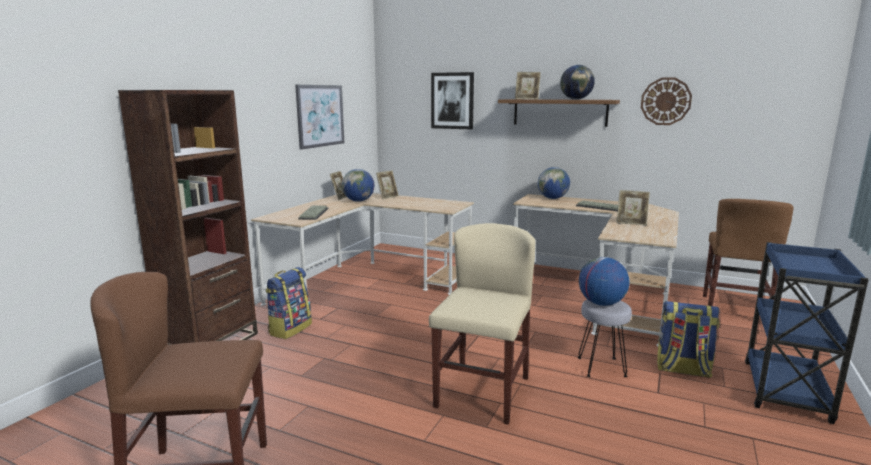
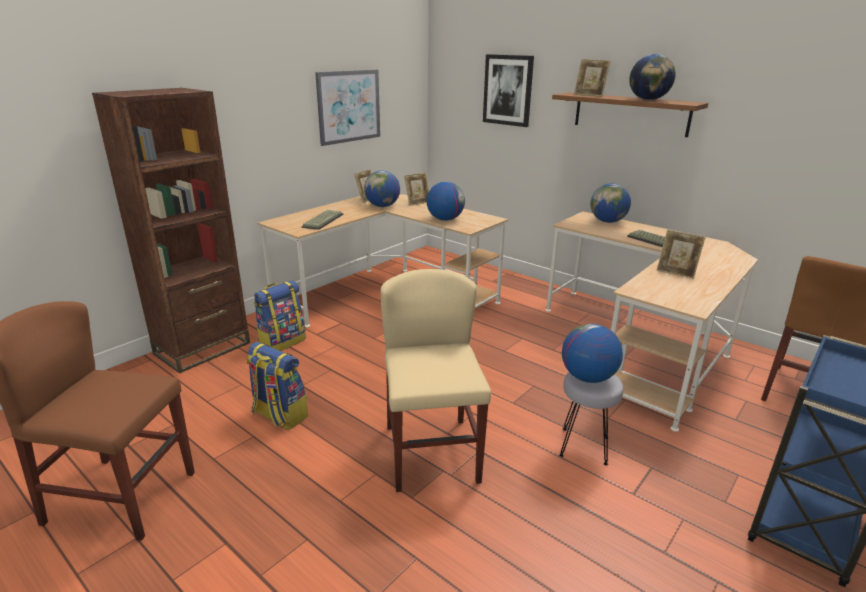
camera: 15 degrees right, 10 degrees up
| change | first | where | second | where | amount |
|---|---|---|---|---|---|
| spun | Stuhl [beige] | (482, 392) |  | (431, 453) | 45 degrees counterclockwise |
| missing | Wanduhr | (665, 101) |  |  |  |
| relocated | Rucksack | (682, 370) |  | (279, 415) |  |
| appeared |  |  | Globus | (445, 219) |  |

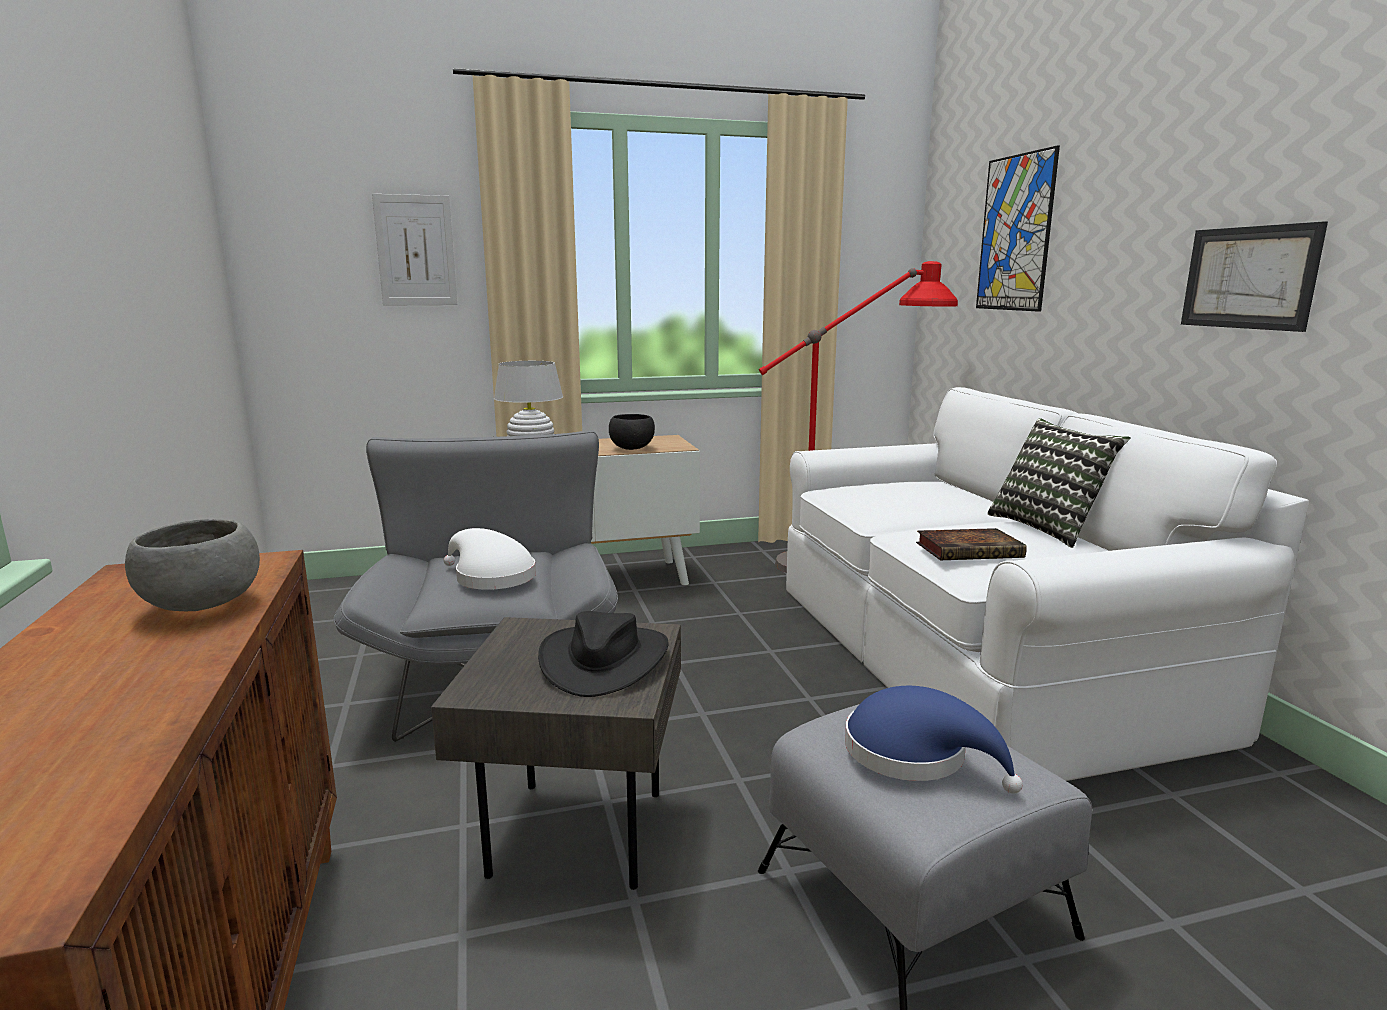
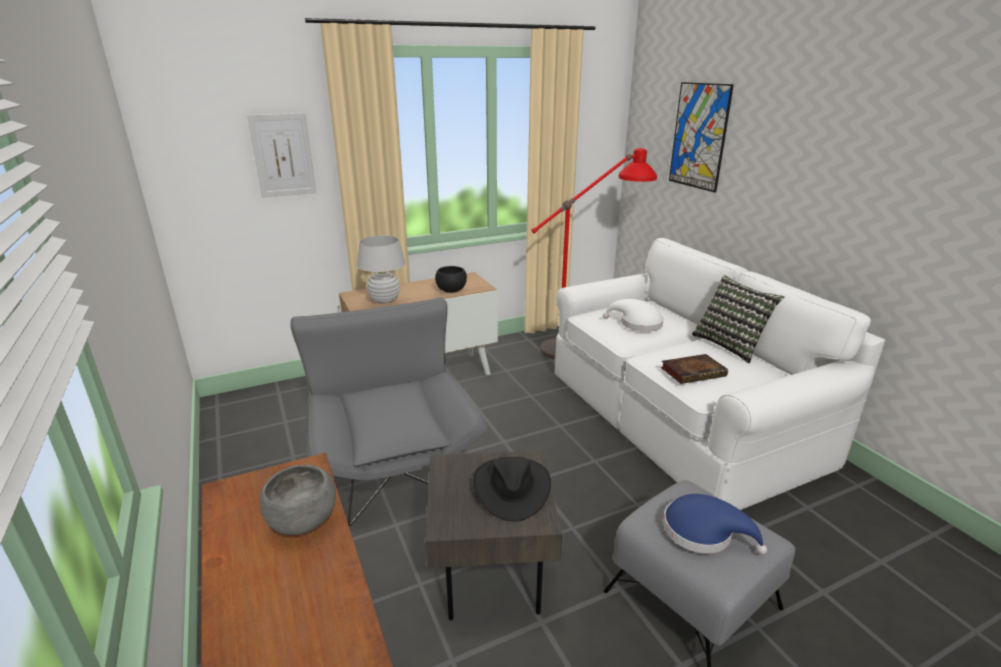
camera: 10 degrees left, 10 degrees up
| change | first | where | second | where | amount |
|---|---|---|---|---|---|
| relocated | Hut [weiß] | (490, 577) |  | (637, 324) |  |
| missing | Bild | (1249, 277) |  |  |  |

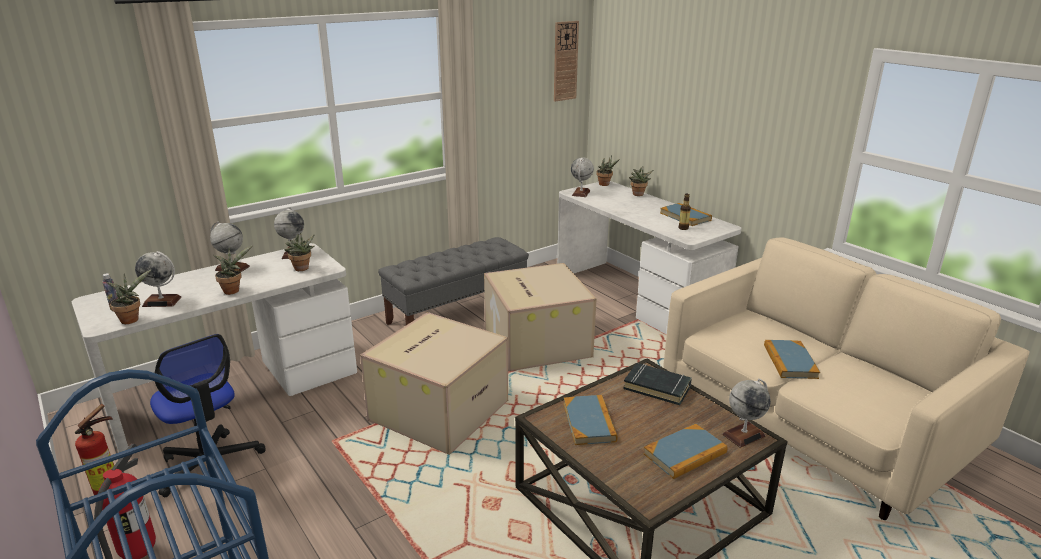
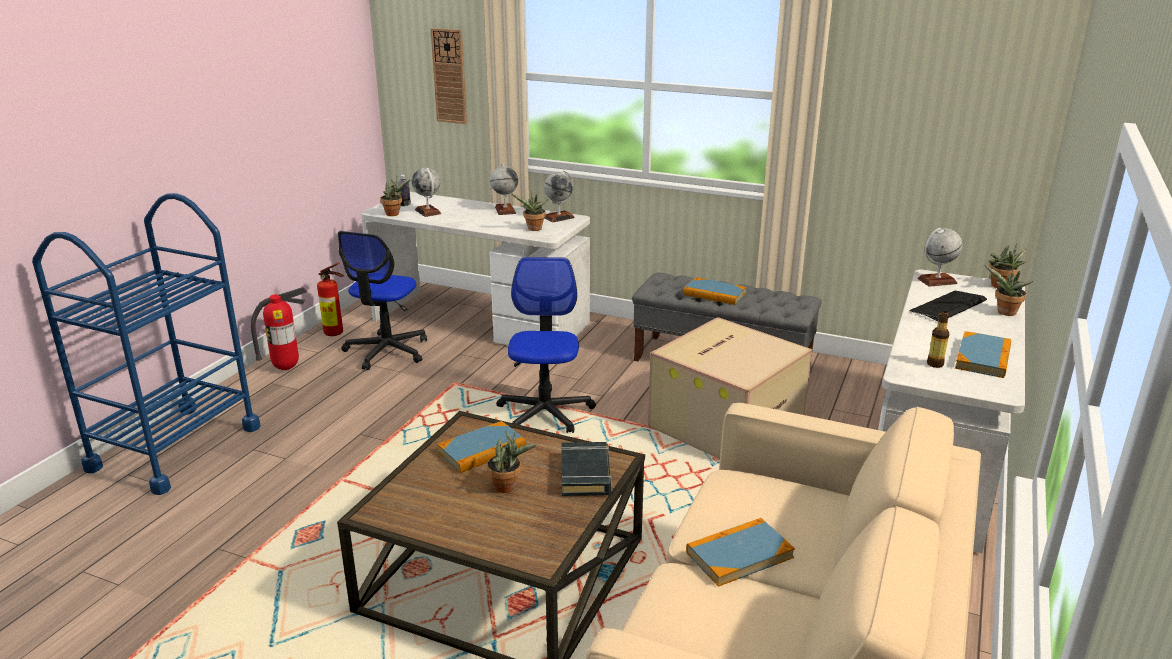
camera: 60 degrees right, 0 degrees up
| change | first | where | second | where | amount |
|---|---|---|---|---|---|
| relocated | Topfpflanze | (233, 290) |  | (508, 487) |  |
| exchanged | Karton | (439, 409) | Bürostuhl | (545, 413) |  |
| relocated | Wanduhr | (565, 61) |  | (449, 76) |  |
| relocated | Buch | (685, 454) |  | (714, 294) |  |
| missing | Globus | (743, 435) |  |  |  |
| appeared |  |  | Tastatur | (948, 307) |  |

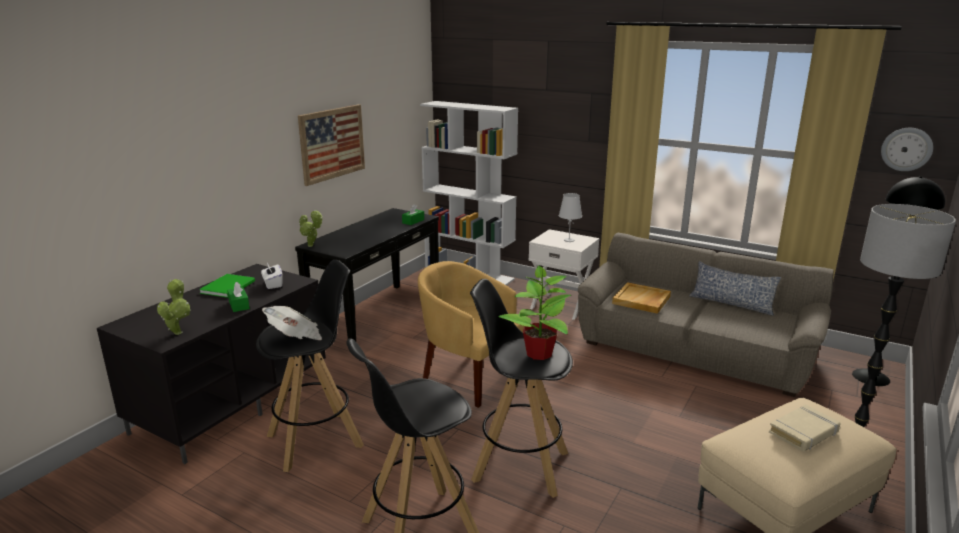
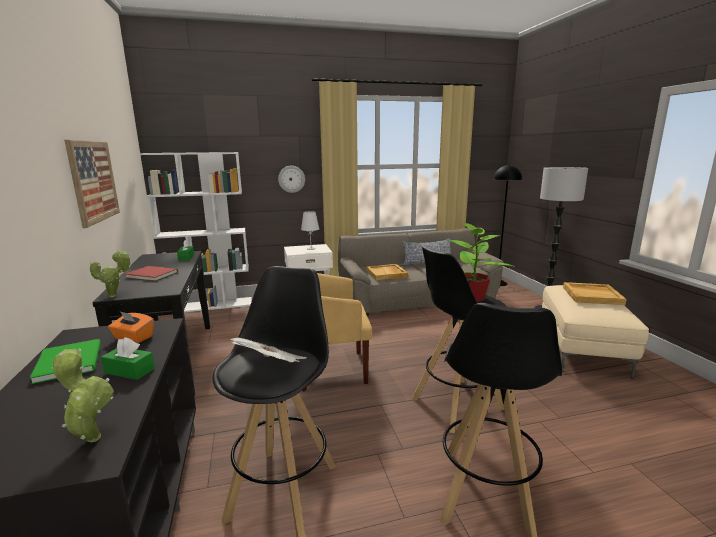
camera: 45 degrees left, 5 degrees down
| change | first | where | second | where | amount |
|---|---|---|---|---|---|
| colour | Taschentuchbox [weiß] | (273, 284) | Taschentuchbox [orange] | (133, 338) |  |
| exchanged | Buch [beige] | (804, 432) | Tablett [beige] | (592, 295) |  |
| relocated | Wanduhr | (906, 149) |  | (291, 179) |  |
| appeared |  |  | Buch [rot] | (152, 274) |  |

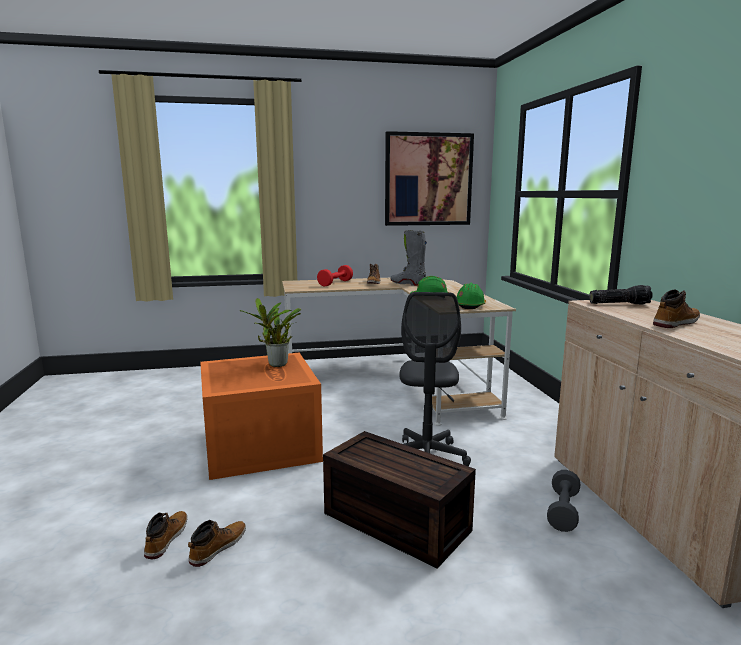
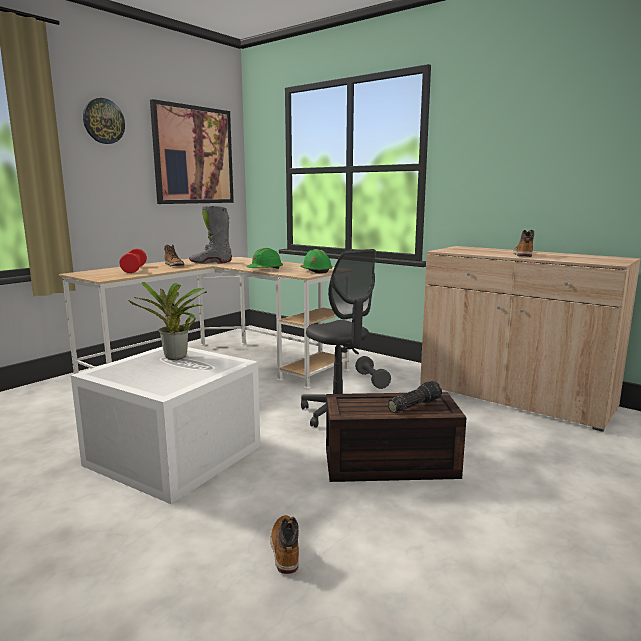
camera: 40 degrees left, 0 degrees up
| change | first | where | second | where | amount |
|---|---|---|---|---|---|
| missing | Stiefel | (166, 539) |  |  |  |
| colour | Aufbewahrungsbox [orange] | (259, 445) | Aufbewahrungsbox [weiß] | (171, 456) |  |
| relocated | Hantel [grau] | (563, 511) |  | (372, 380) |  |
| relocated | Taschenlampe | (619, 304) |  | (413, 405) |  |
| appeared |  |  | Wanduhr | (103, 121) |  |

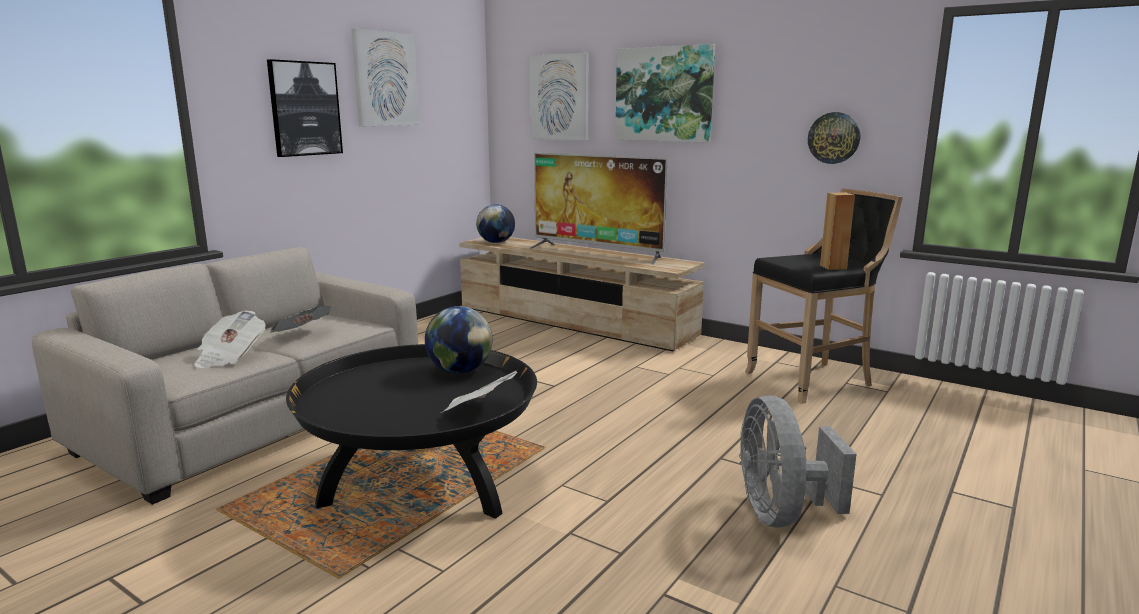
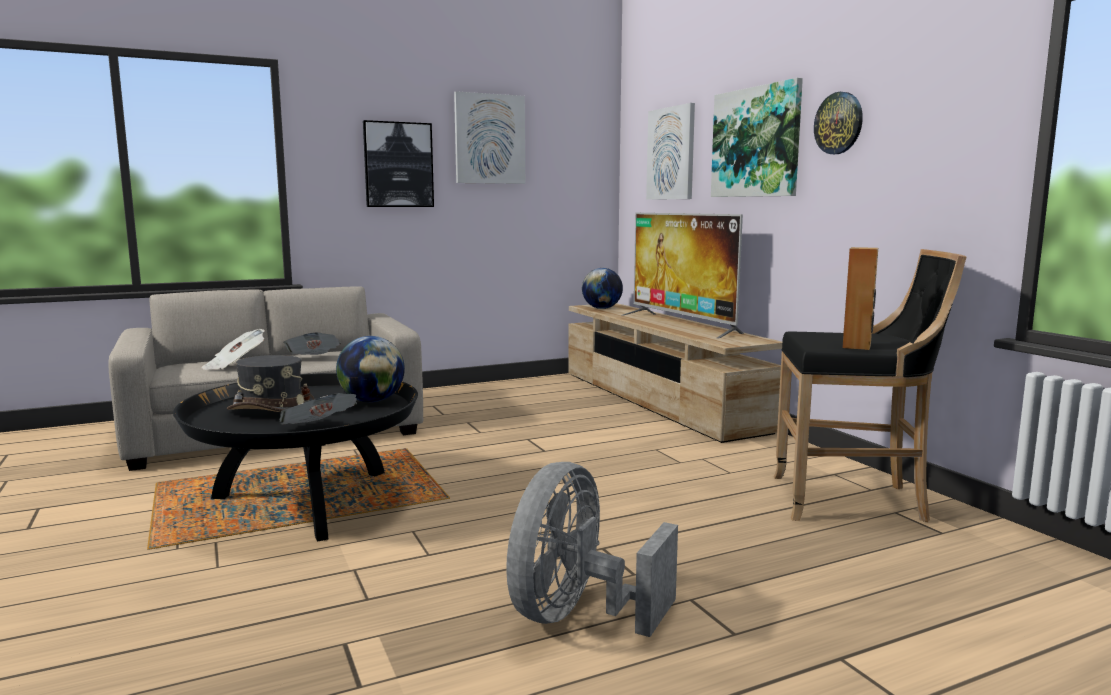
camera: 30 degrees right, 5 degrees down
| change | first | where | second | where | amount |
|---|---|---|---|---|---|
| relocated | Wanduhr | (834, 138) |  | (839, 123) |  |
| appeared |  |  | Hut [grau] | (272, 410) |  |

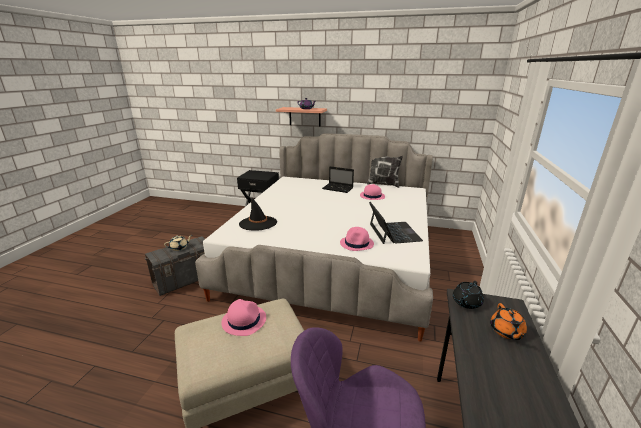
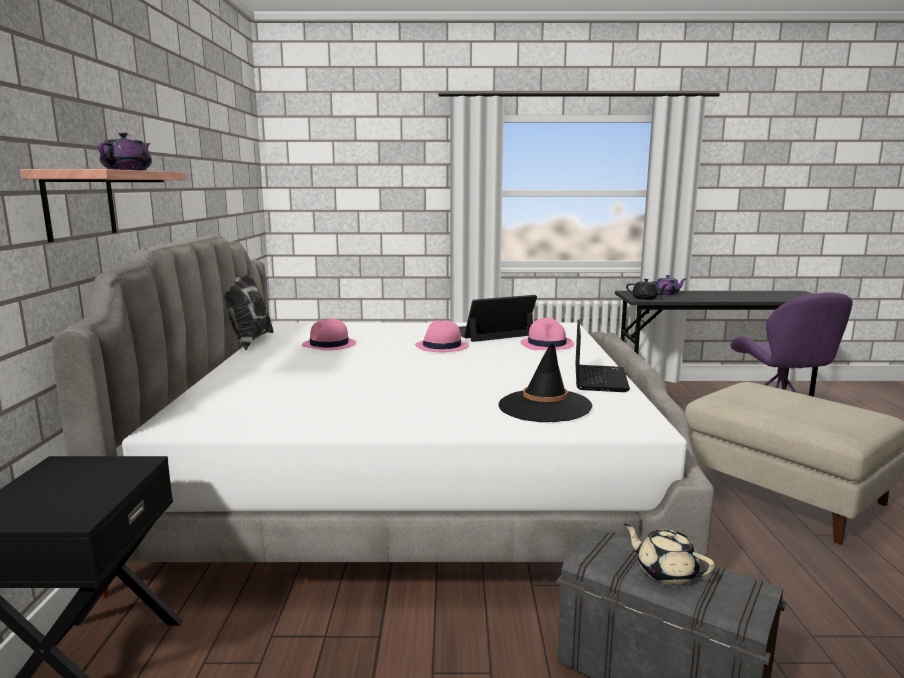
camera: 105 degrees left, 10 degrees down
| change | first | where | second | where | amount |
|---|---|---|---|---|---|
| relocated | Hut [rosa] | (244, 320) |  | (441, 347) |  |
| relocated | Laptop | (338, 188) |  | (599, 379) |  |
| colour | Teekanne [orange] | (506, 332) | Teekanne [lila] | (667, 294) |  |

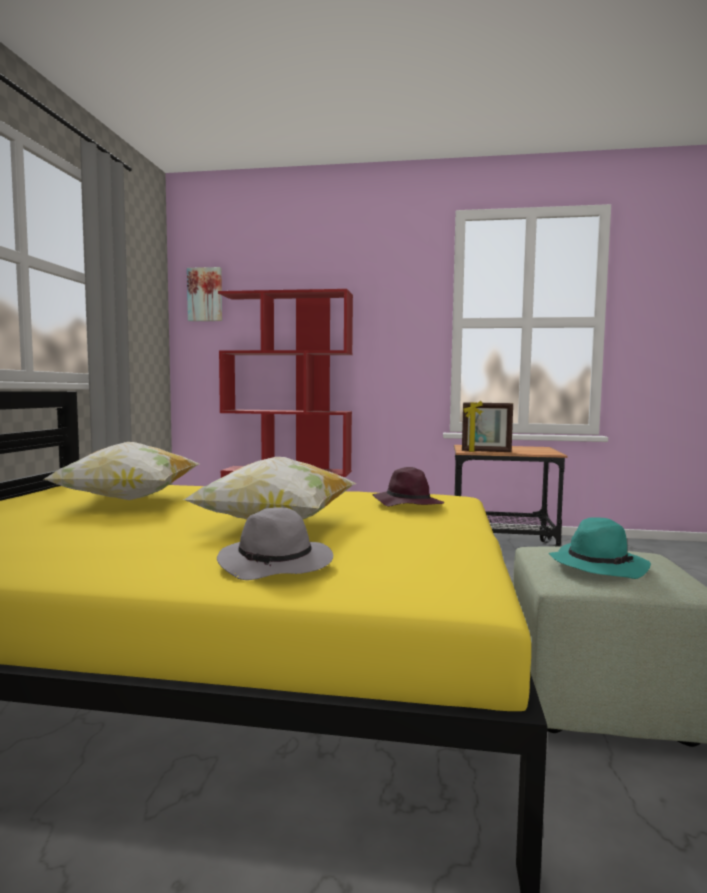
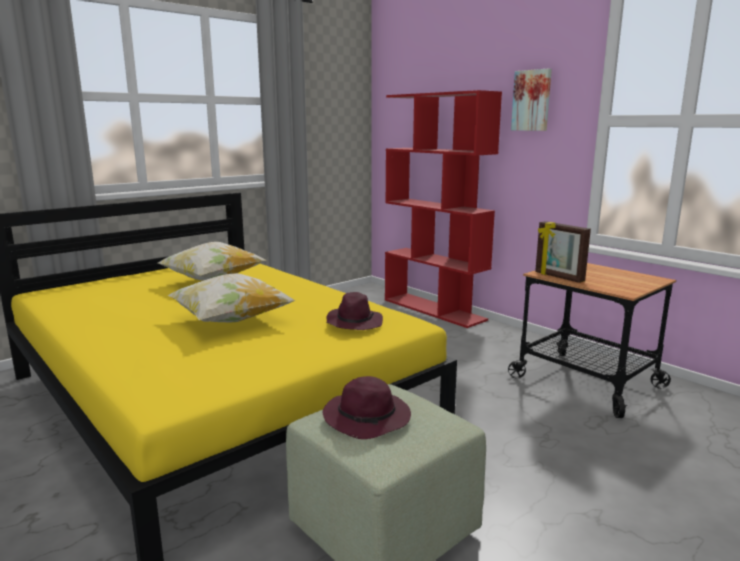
camera: 40 degrees right, 10 degrees up
| change | first | where | second | where | amount |
|---|---|---|---|---|---|
| relocated | Bild | (205, 294) |  | (532, 100) |  |
| missing | Hut [grau] | (276, 565) |  |  |  |
| colour | Hut [türkis] | (597, 565) | Hut [lila] | (368, 418) |  |

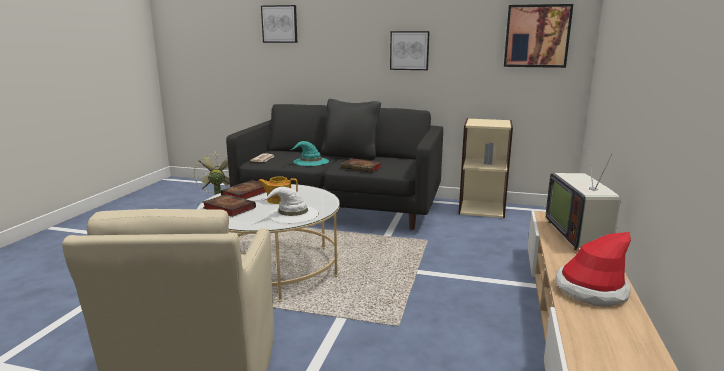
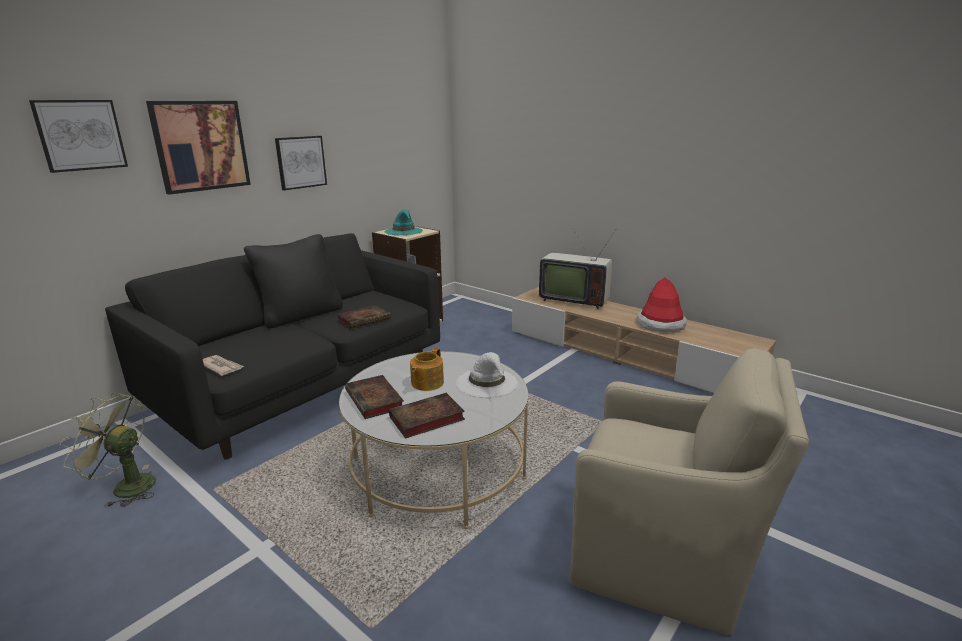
camera: 65 degrees left, 5 degrees up
| change | first | where | second | where | amount |
|---|---|---|---|---|---|
| relocated | Hut [türkis] | (310, 161) |  | (404, 231) |  |
| relocated | Bild | (537, 36) |  | (201, 146) |  |

